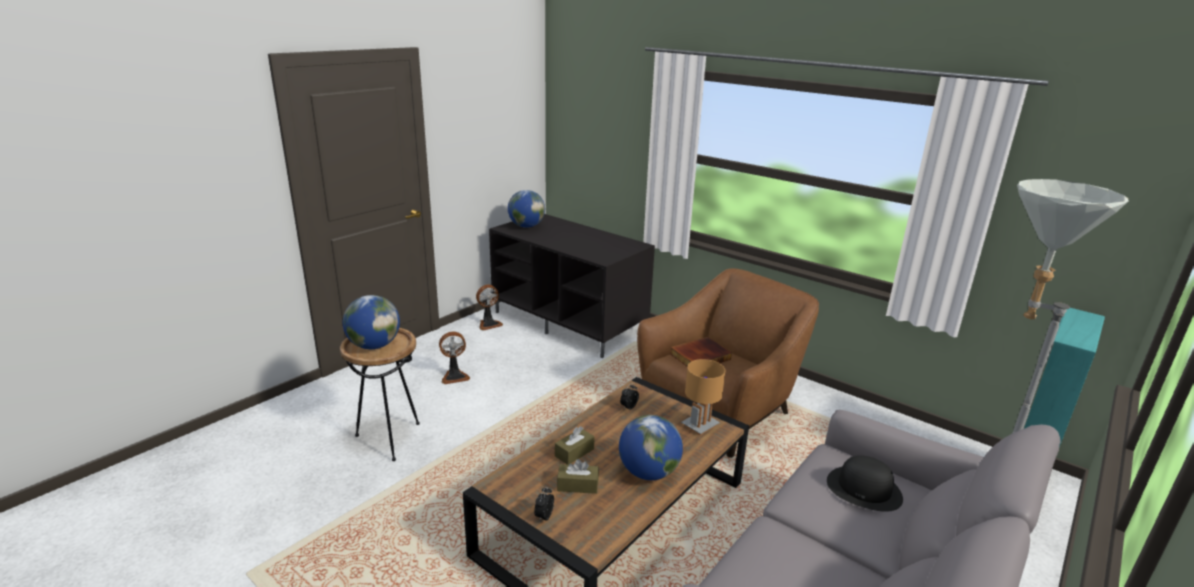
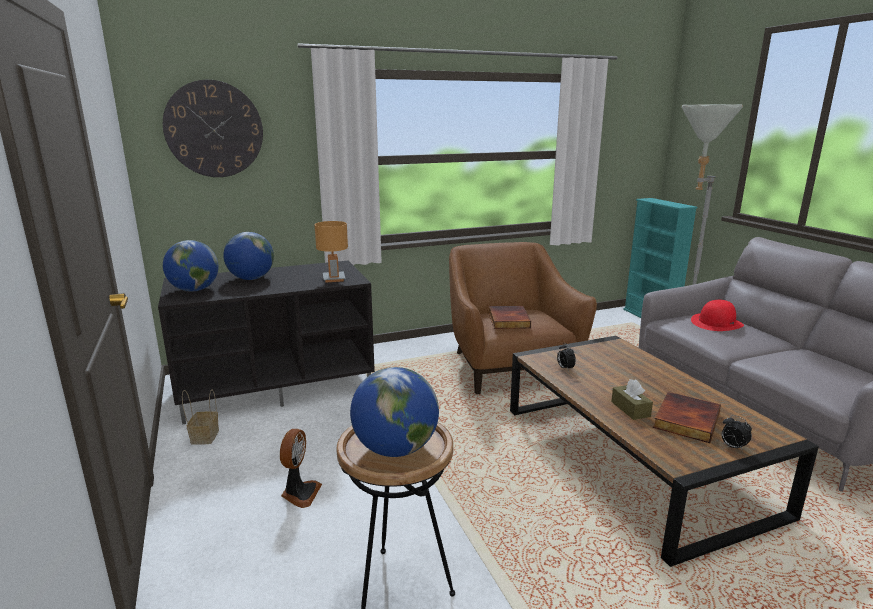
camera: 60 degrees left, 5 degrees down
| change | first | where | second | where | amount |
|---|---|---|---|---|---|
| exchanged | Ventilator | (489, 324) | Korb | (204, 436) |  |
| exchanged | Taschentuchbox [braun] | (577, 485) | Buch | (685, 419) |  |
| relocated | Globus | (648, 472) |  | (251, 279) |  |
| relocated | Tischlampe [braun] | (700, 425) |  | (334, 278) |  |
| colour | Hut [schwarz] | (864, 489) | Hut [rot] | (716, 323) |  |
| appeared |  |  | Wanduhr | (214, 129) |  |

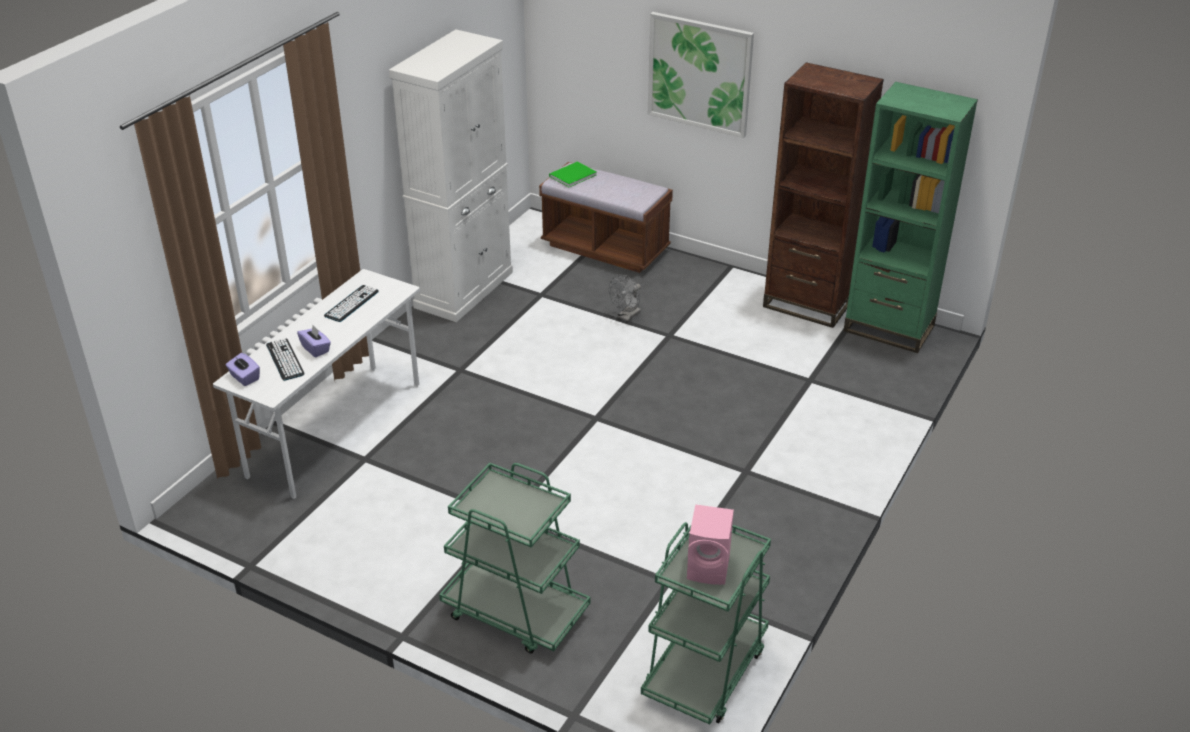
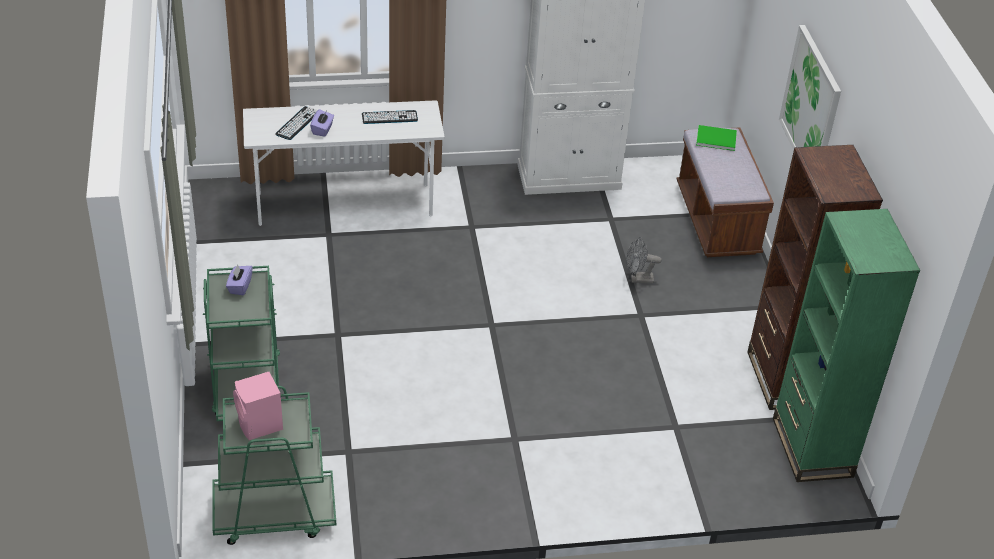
camera: 50 degrees right, 5 degrees up
| change | first | where | second | where | amount |
|---|---|---|---|---|---|
| relocated | Taschentuchbox [lila] | (244, 377) |  | (239, 286) |  |

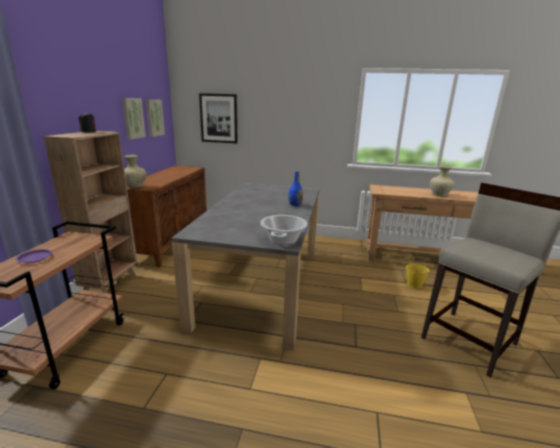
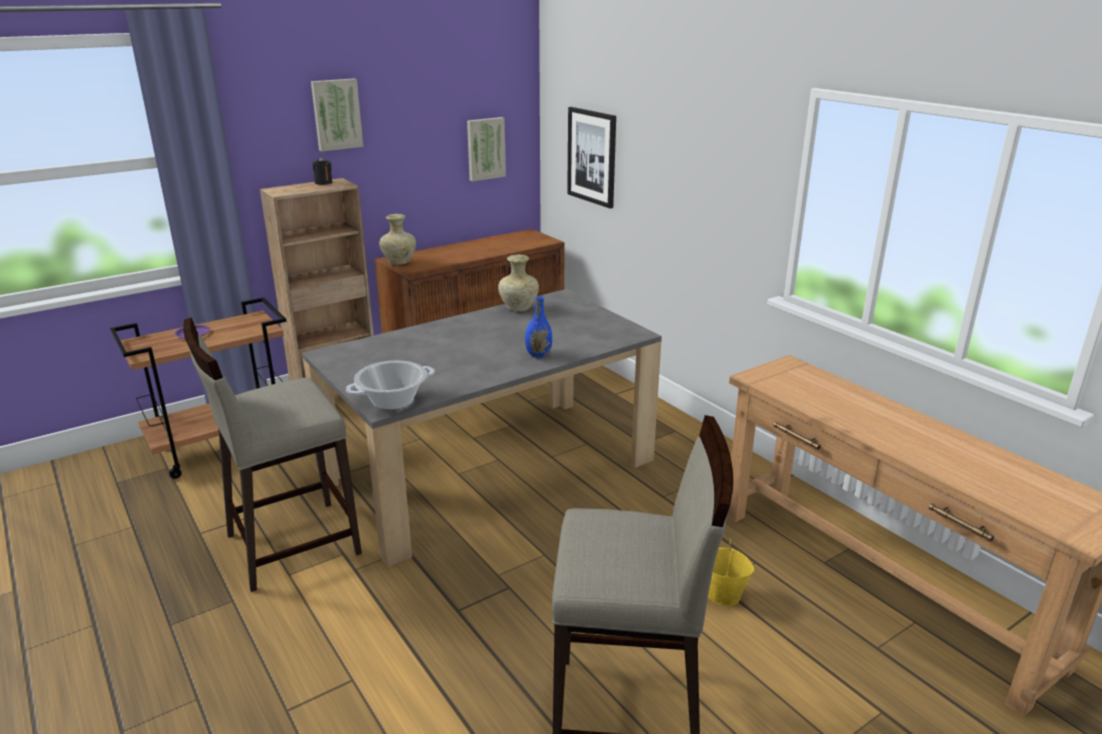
camera: 45 degrees right, 5 degrees up
| change | first | where | second | where | amount |
|---|---|---|---|---|---|
| relocated | Bild | (132, 118) |  | (336, 114) |  |
| relocated | Vase [beige] | (439, 195) |  | (518, 308) |  |
| appeared |  |  | Hocker [beige] | (291, 544) |  |

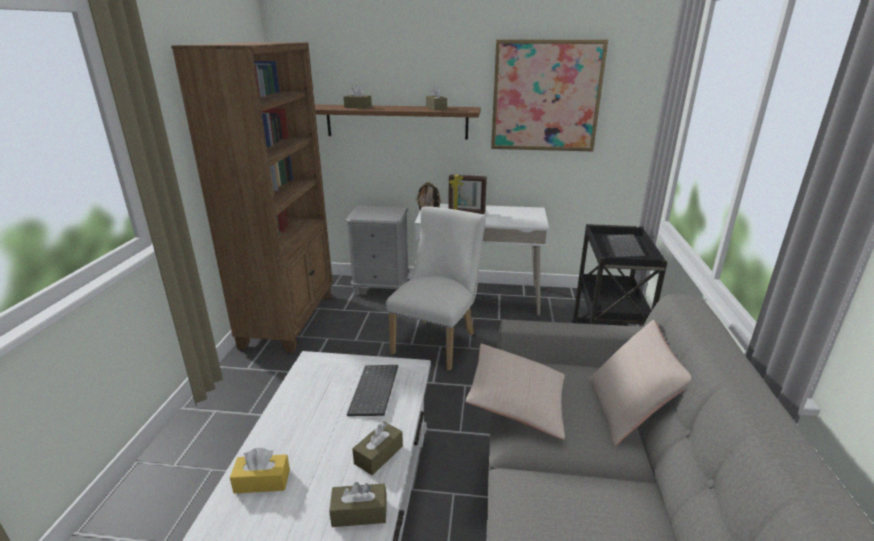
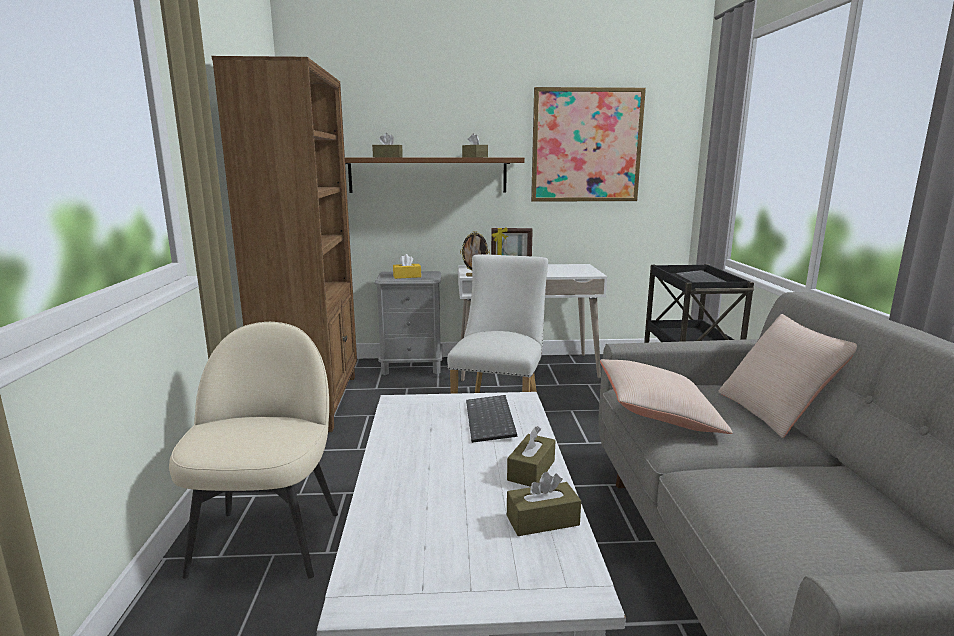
camera: 10 degrees left, 10 degrees down
| change | first | where | second | where | amount |
|---|---|---|---|---|---|
| relocated | Taschentuchbox [gelb] | (262, 481) |  | (407, 276) |  |
| appeared |  |  | Stuhl [beige] | (268, 540) |  |

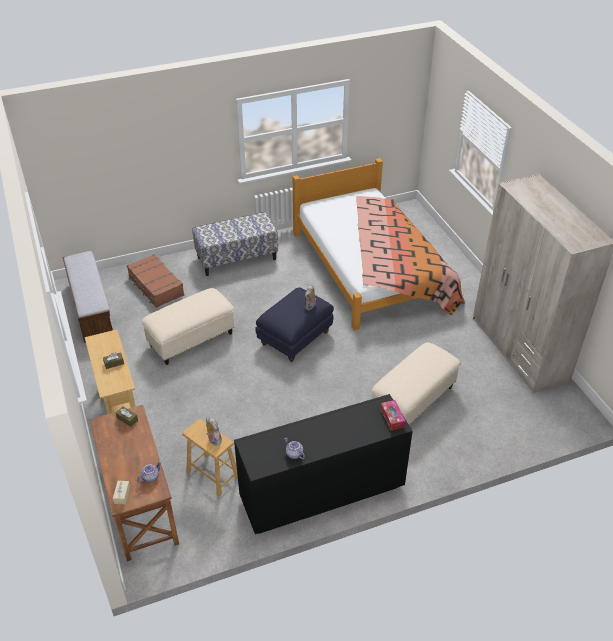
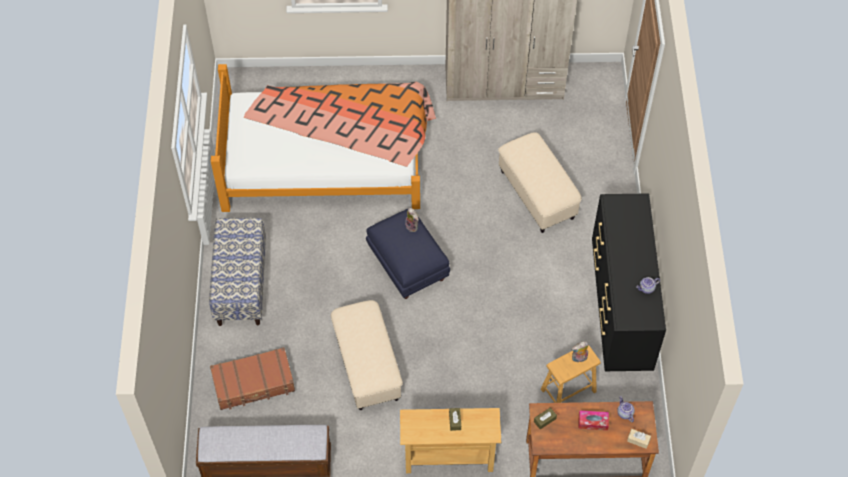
camera: 70 degrees left, 15 degrees up
| change | first | where | second | where | amount |
|---|---|---|---|---|---|
| relocated | Taschentuchbox | (392, 418) |  | (593, 422) |  |

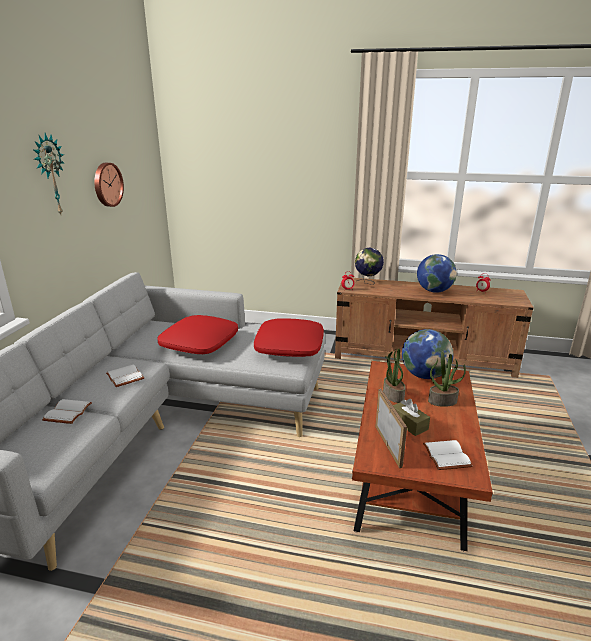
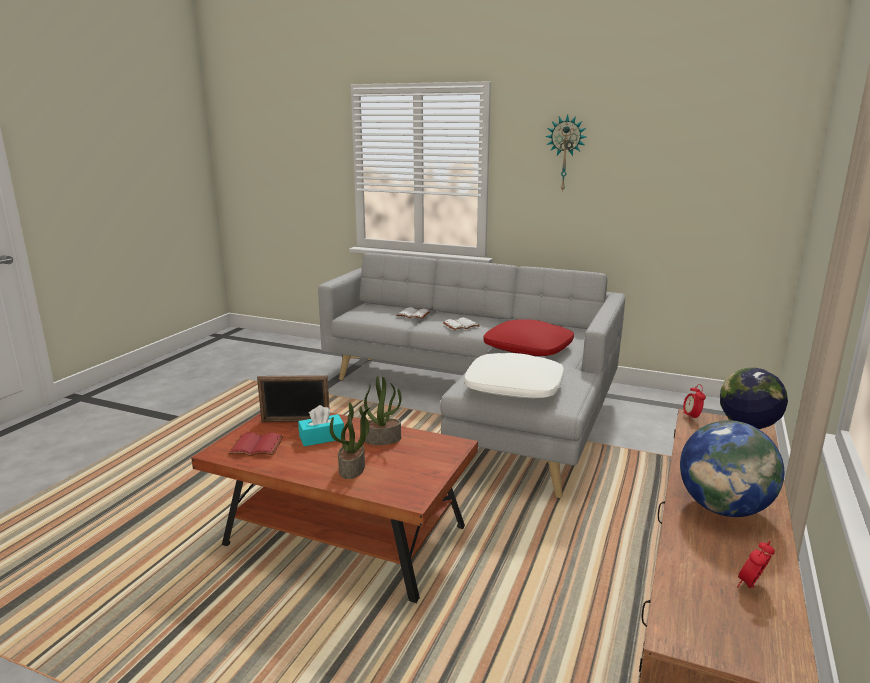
camera: 100 degrees right, 5 degrees down
| change | first | where | second | where | amount |
|---|---|---|---|---|---|
| missing | Wanduhr | (107, 184) |  |  |  |
| colour | Kissen [rot] | (289, 346) | Kissen [weiß] | (514, 387) |  |
| colour | Taschentuchbox [braun] | (409, 424) | Taschentuchbox [türkis] | (322, 438) |  |
| missing | Globus | (424, 375) |  |  |  |
| colour | Buch [weiß] | (445, 455) | Buch [rot] | (258, 446) |  |

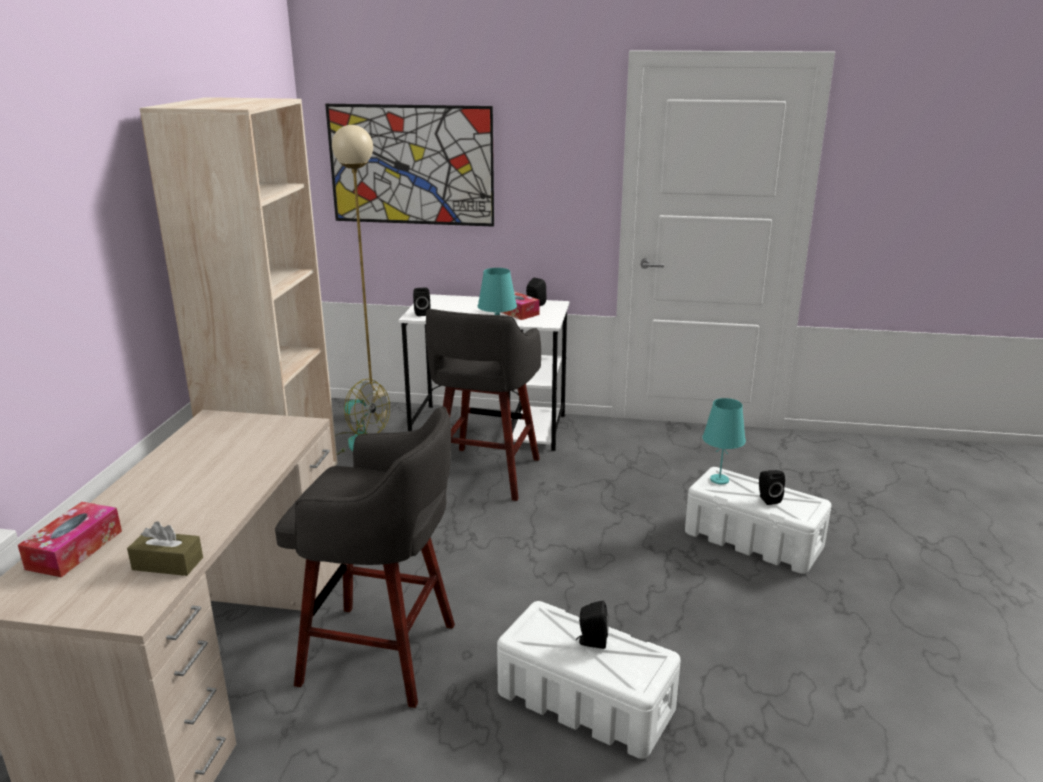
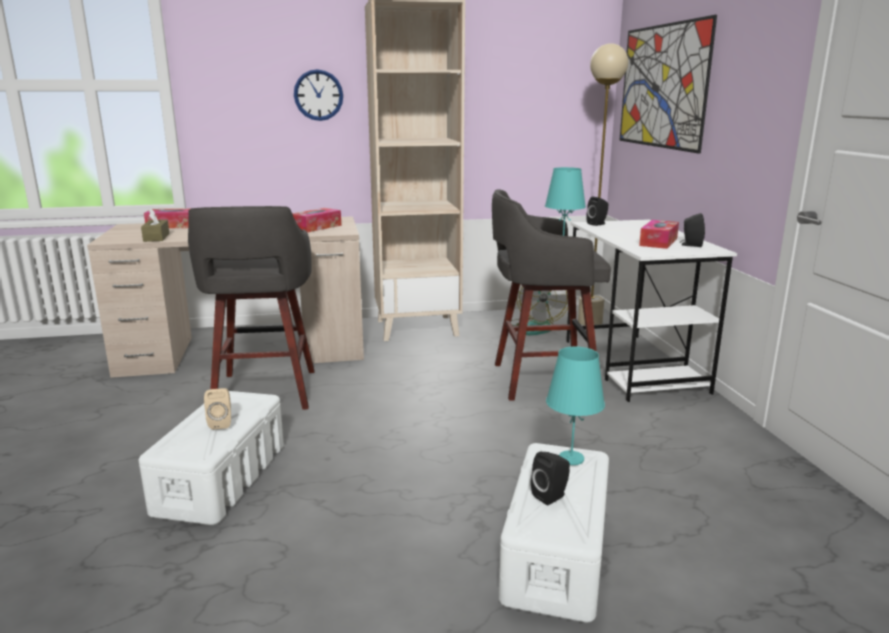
camera: 70 degrees right, 5 degrees down
| change | first | where | second | where | amount |
|---|---|---|---|---|---|
| colour | Lautsprecher [schwarz] | (591, 642) | Lautsprecher [beige] | (221, 423) |  |
| appeared |  |  | Taschentuchbox | (316, 227) |  |
| appeared |  |  | Wanduhr | (318, 95) |  |

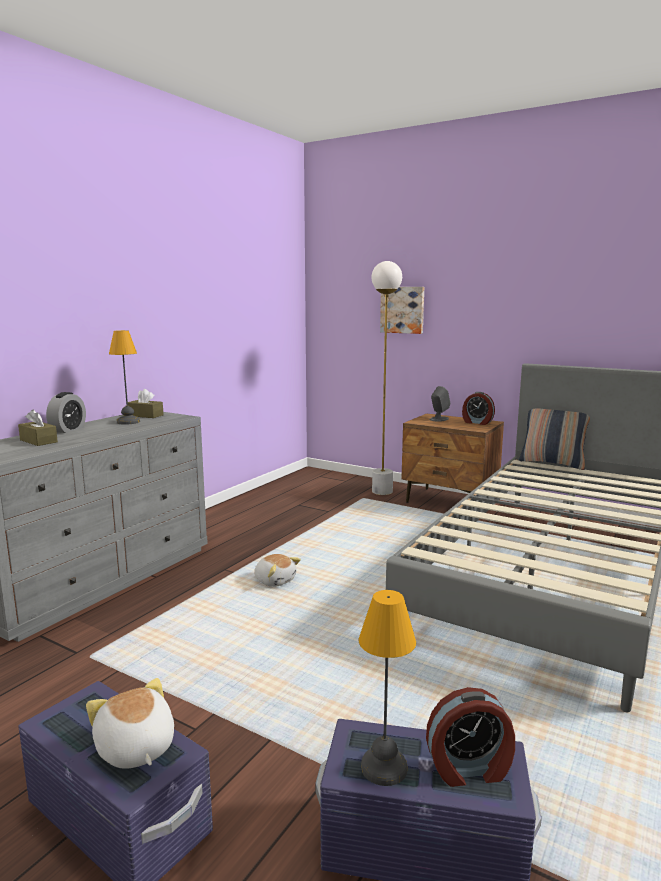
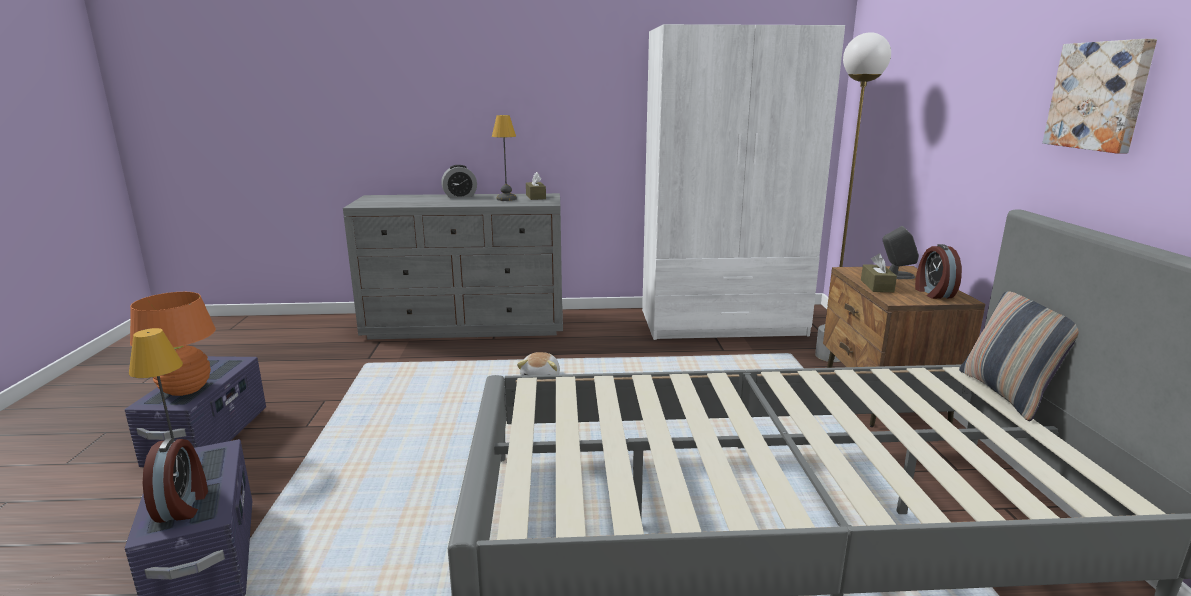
camera: 55 degrees right, 5 degrees up
| change | first | where | second | where | amount |
|---|---|---|---|---|---|
| relocated | Taschentuchbox [braun] | (38, 441) |  | (877, 286) |  |
| exchanged | Plüschtier | (135, 749) | Tischlampe [orange] | (185, 390) |  |
| relocated | Bild | (402, 310) |  | (1100, 96) |  |
| spun | Wecker | (469, 769) |  | (183, 506) | 150 degrees counterclockwise |
| appeared |  |  | Kleiderschrank [weiß] | (722, 323) |  |

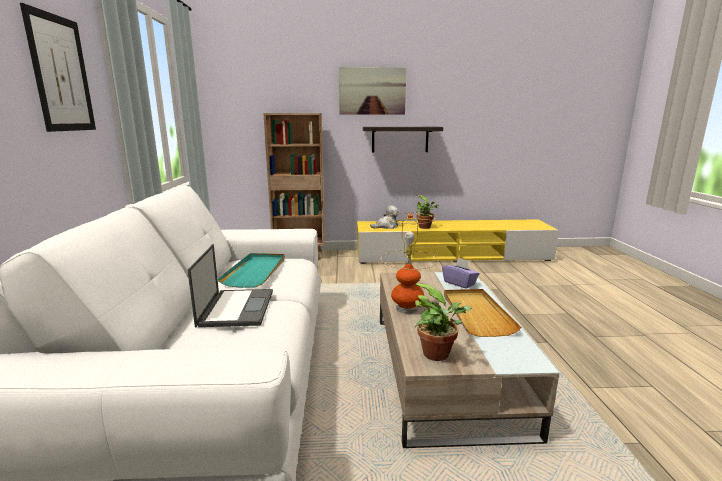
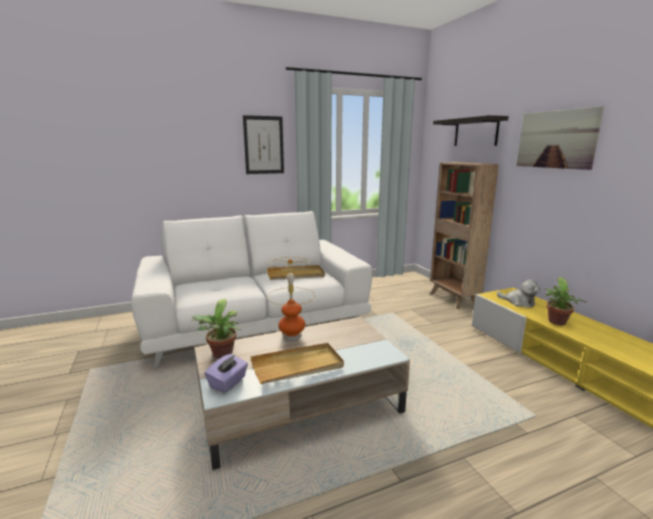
camera: 70 degrees right, 0 degrees up
| change | first | where | second | where | amount |
|---|---|---|---|---|---|
| missing | Laptop | (236, 307) |  |  |  |
| colour | Tablett [türkis] | (256, 272) | Tablett [beige] | (296, 275) |  |
| relocated | Wandregal | (400, 139) |  | (476, 132) |  |
| relocated | Taschentuchbox [lila] | (459, 283) |  | (228, 383) |  |

